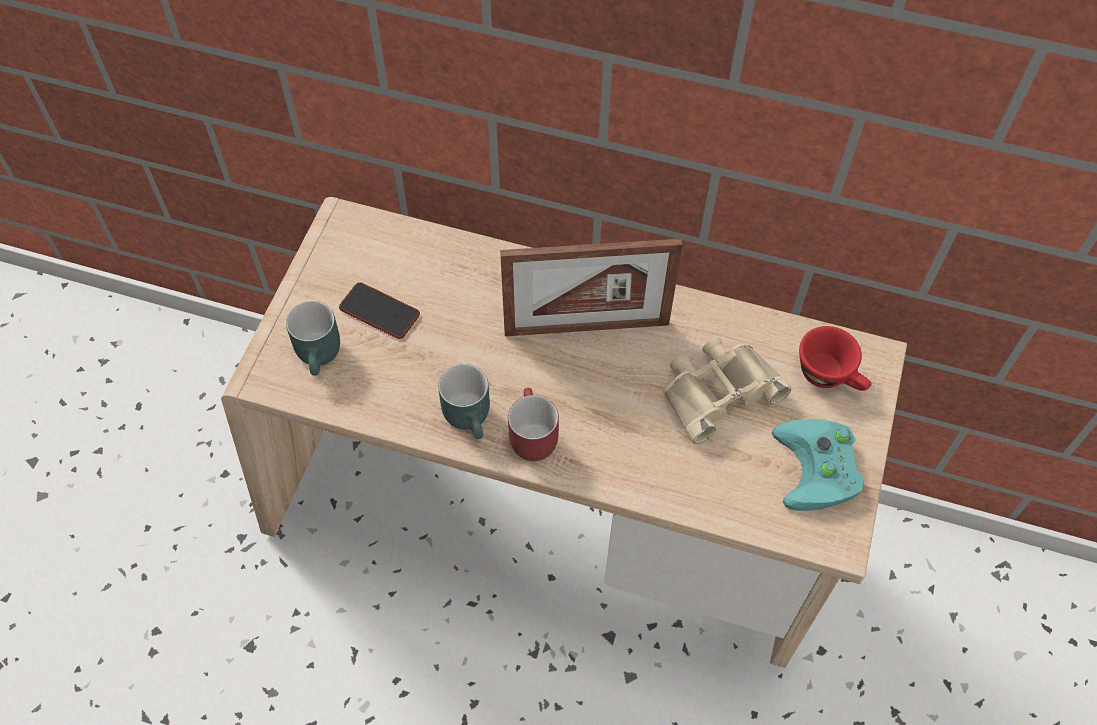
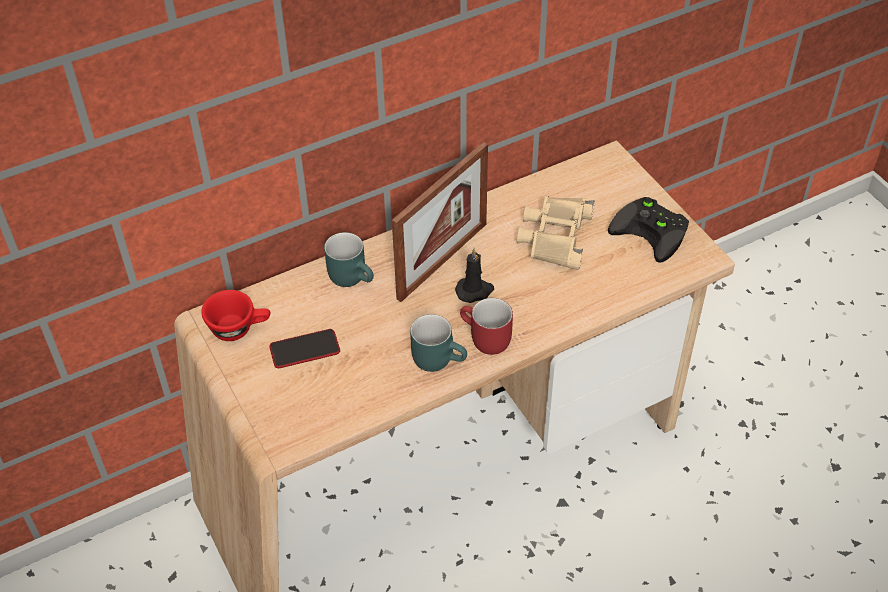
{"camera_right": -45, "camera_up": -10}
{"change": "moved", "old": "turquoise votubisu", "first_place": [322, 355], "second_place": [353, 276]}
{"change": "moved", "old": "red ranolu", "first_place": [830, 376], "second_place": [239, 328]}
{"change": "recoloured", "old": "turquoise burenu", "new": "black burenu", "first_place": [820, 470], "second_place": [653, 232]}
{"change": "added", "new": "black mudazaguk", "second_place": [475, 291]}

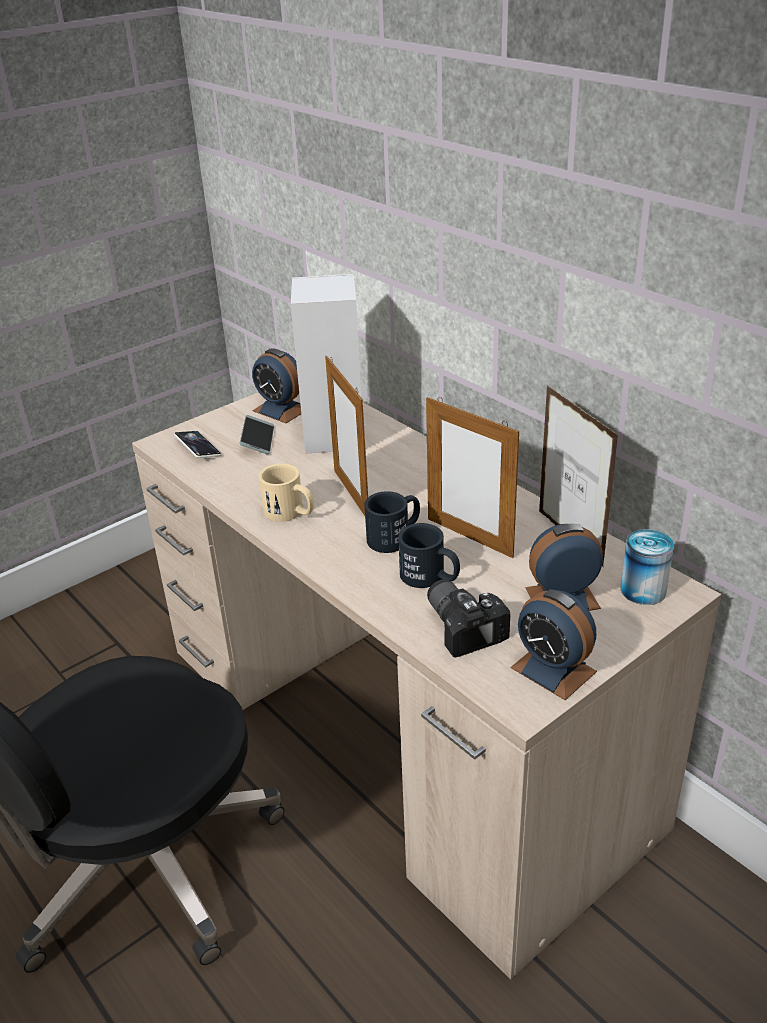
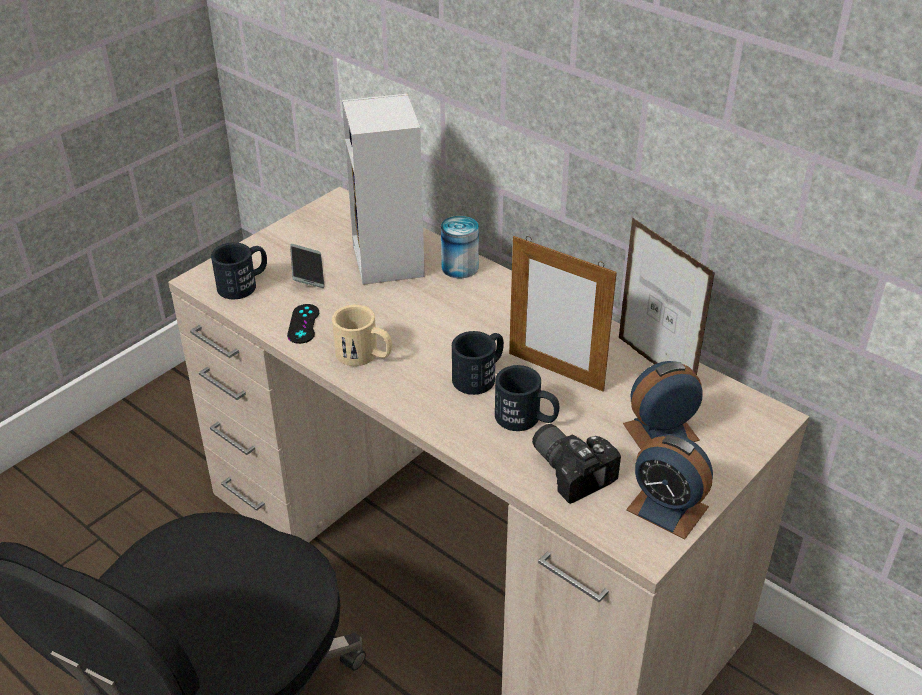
{"camera_right": -10, "camera_up": 5}
{"change": "removed", "old": "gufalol", "first_place": [281, 409]}
{"change": "removed", "old": "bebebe", "first_place": [351, 494]}
{"change": "replaced", "old": "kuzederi", "new": "black votubisu", "first_place": [198, 448], "second_place": [244, 284]}
{"change": "moved", "old": "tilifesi", "first_place": [643, 590], "second_place": [459, 267]}
{"change": "added", "new": "black burenu", "second_place": [303, 324]}

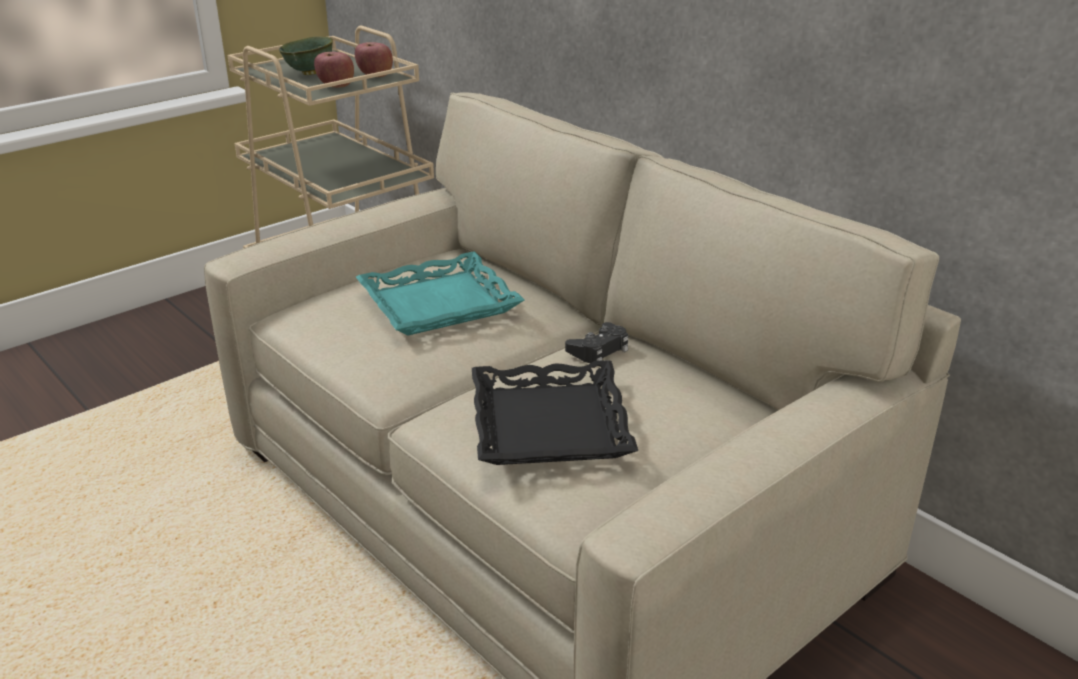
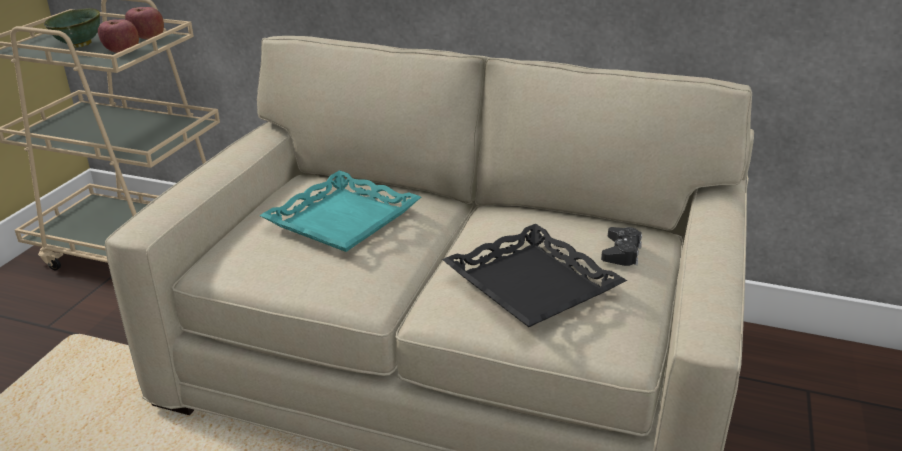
{"camera_right": -30, "camera_up": 0}
{"change": "moved", "old": "black burenu", "first_place": [599, 350], "second_place": [621, 252]}

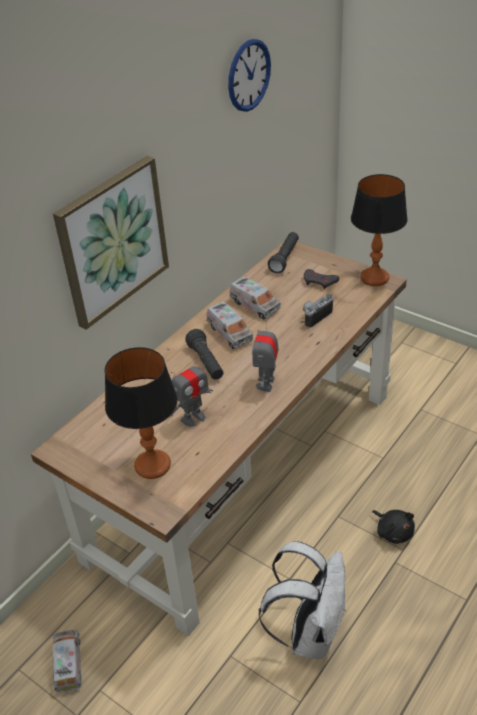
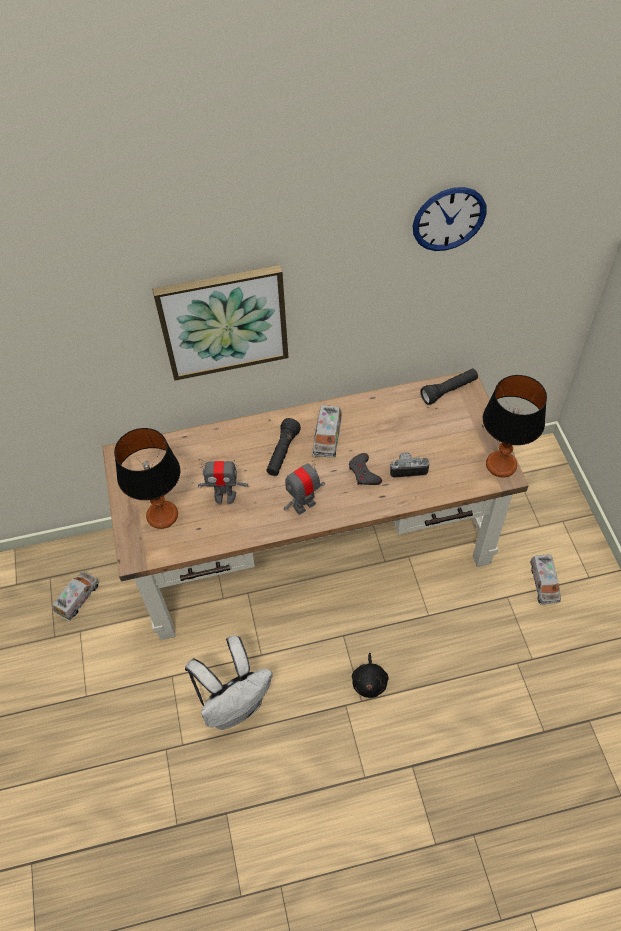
{"camera_right": 40, "camera_up": 15}
{"change": "moved", "old": "grey burenu", "first_place": [319, 281], "second_place": [364, 473]}
{"change": "moved", "old": "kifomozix", "first_place": [255, 305], "second_place": [544, 583]}

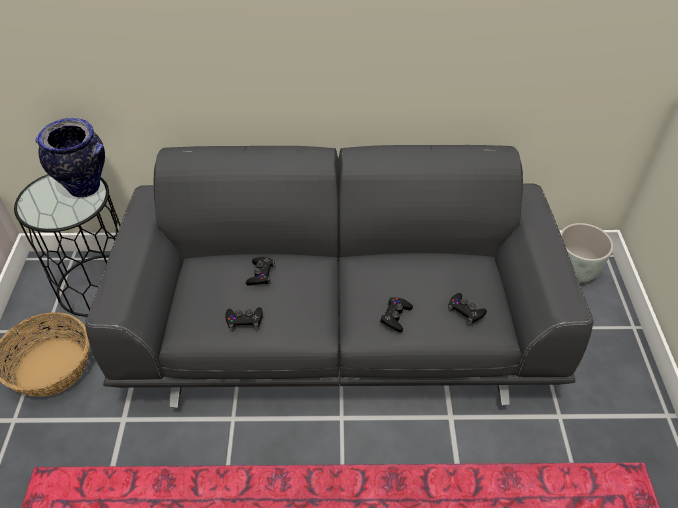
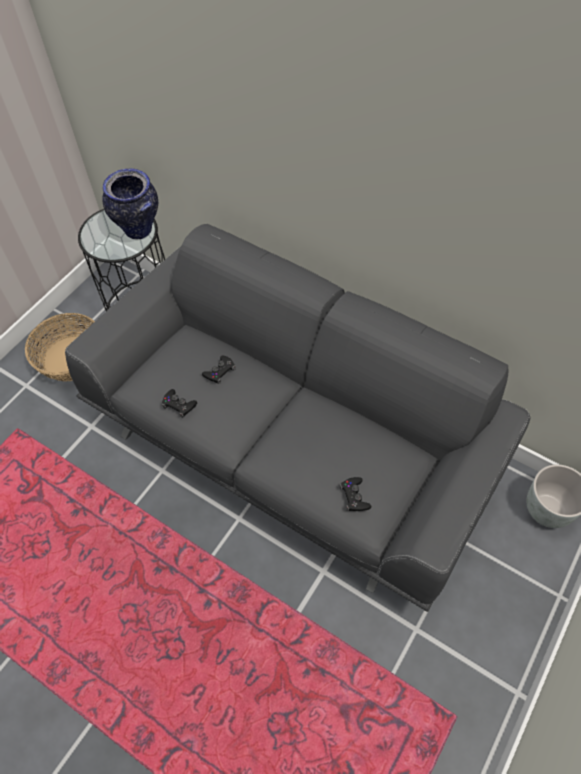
{"camera_right": 35, "camera_up": 10}
{"change": "removed", "old": "black burenu", "first_place": [395, 316]}

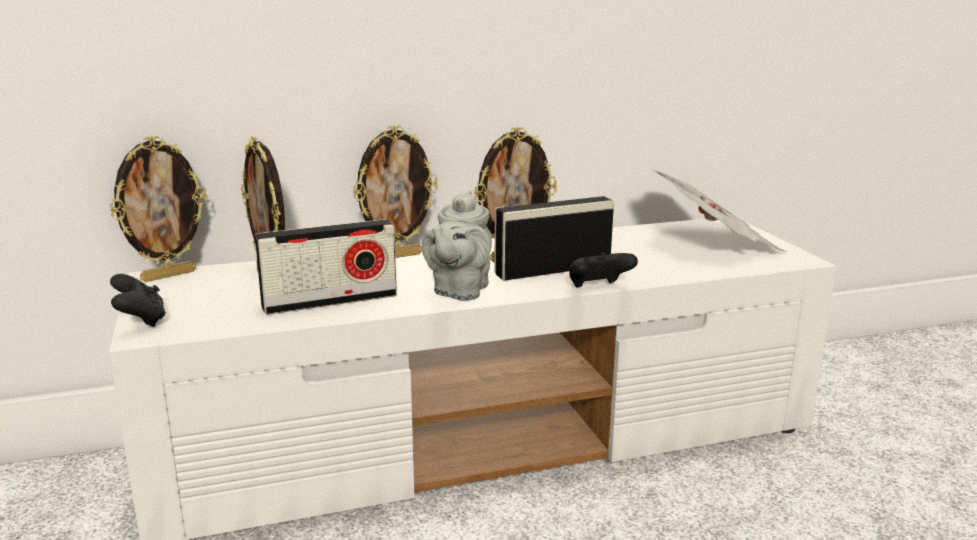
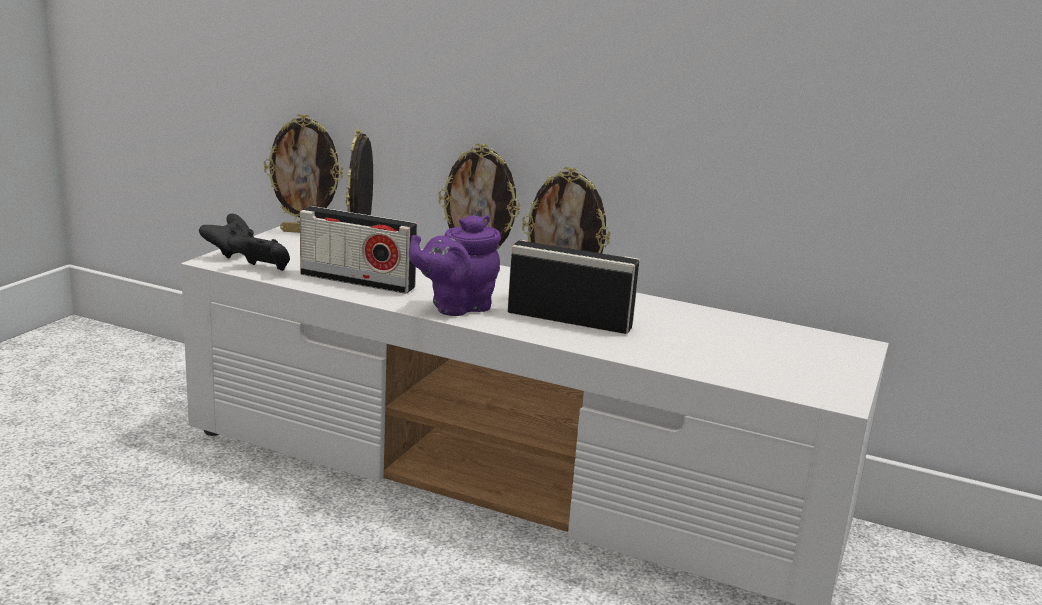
{"camera_right": 40, "camera_up": 0}
{"change": "removed", "old": "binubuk", "first_place": [715, 245]}
{"change": "recoloured", "old": "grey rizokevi", "new": "purple rizokevi", "first_place": [459, 291], "second_place": [456, 307]}
{"change": "moved", "old": "black burenu", "first_place": [598, 288], "second_place": [262, 270]}

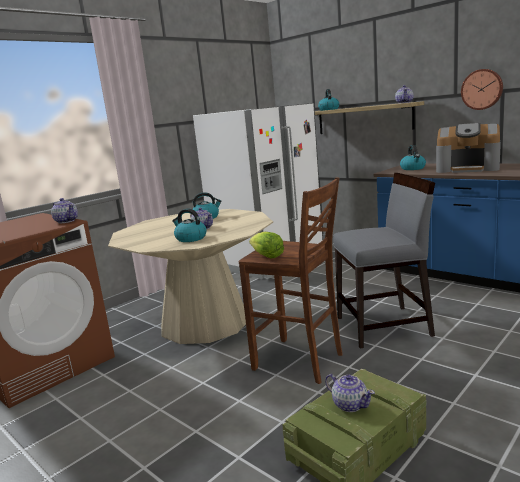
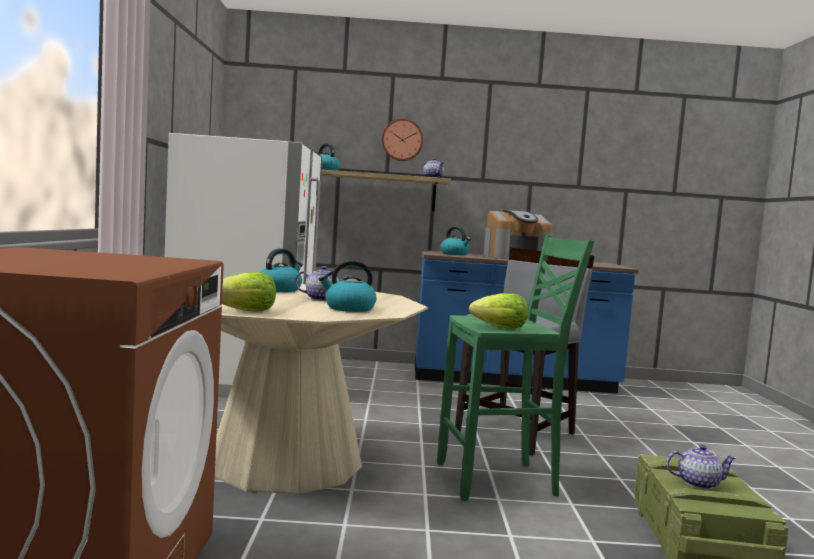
{"camera_right": -45, "camera_up": -10}
{"change": "moved", "old": "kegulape", "first_place": [482, 89], "second_place": [402, 140]}
{"change": "recoloured", "old": "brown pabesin", "new": "green pabesin", "first_place": [300, 362], "second_place": [499, 480]}
{"change": "removed", "old": "rizokevi", "first_place": [66, 221]}
{"change": "added", "new": "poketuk", "second_place": [246, 311]}

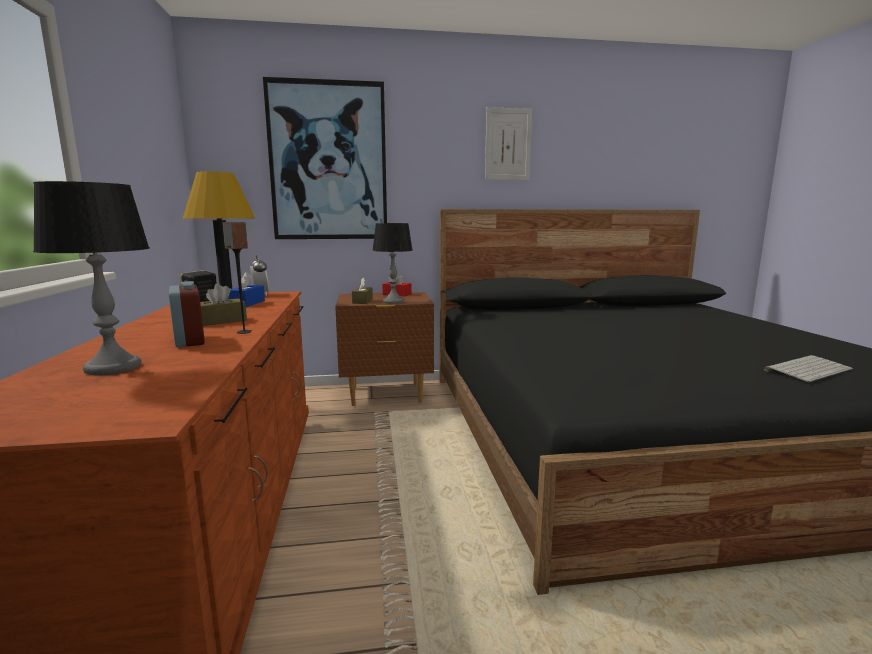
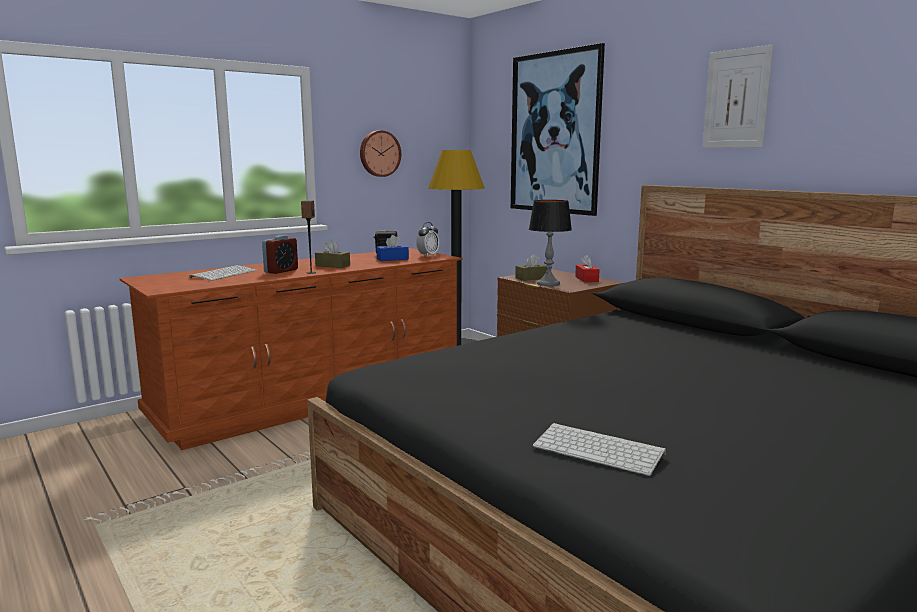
{"camera_right": 60, "camera_up": 0}
{"change": "replaced", "old": "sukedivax", "new": "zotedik", "first_place": [113, 367], "second_place": [224, 274]}
{"change": "added", "new": "kegulape", "second_place": [379, 153]}

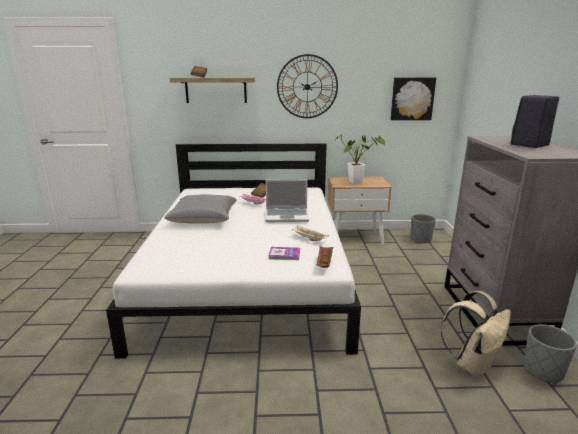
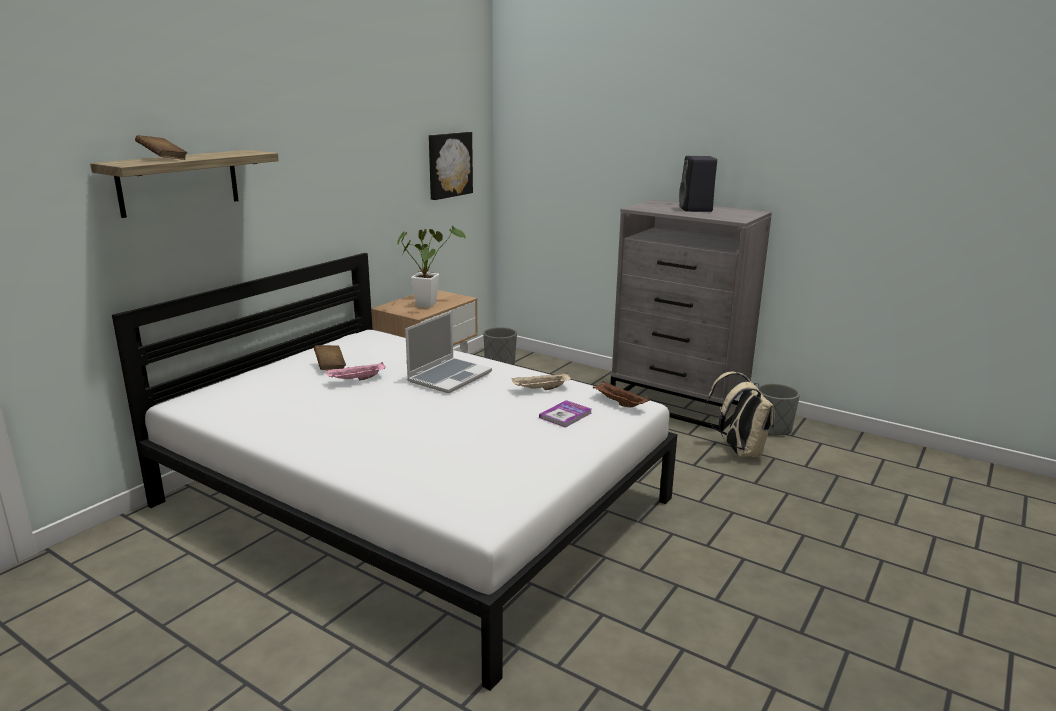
{"camera_right": -55, "camera_up": 0}
{"change": "removed", "old": "kegulape", "first_place": [307, 87]}
{"change": "removed", "old": "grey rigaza", "first_place": [203, 218]}

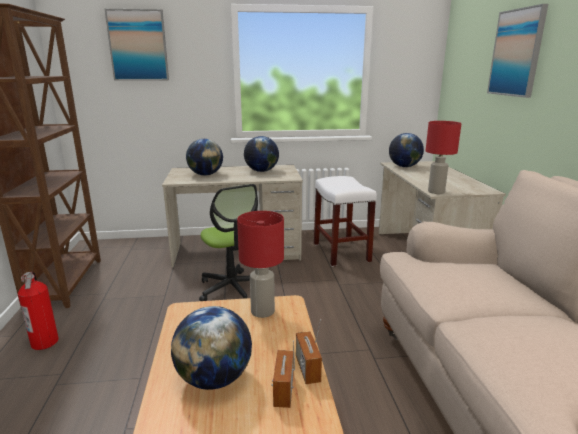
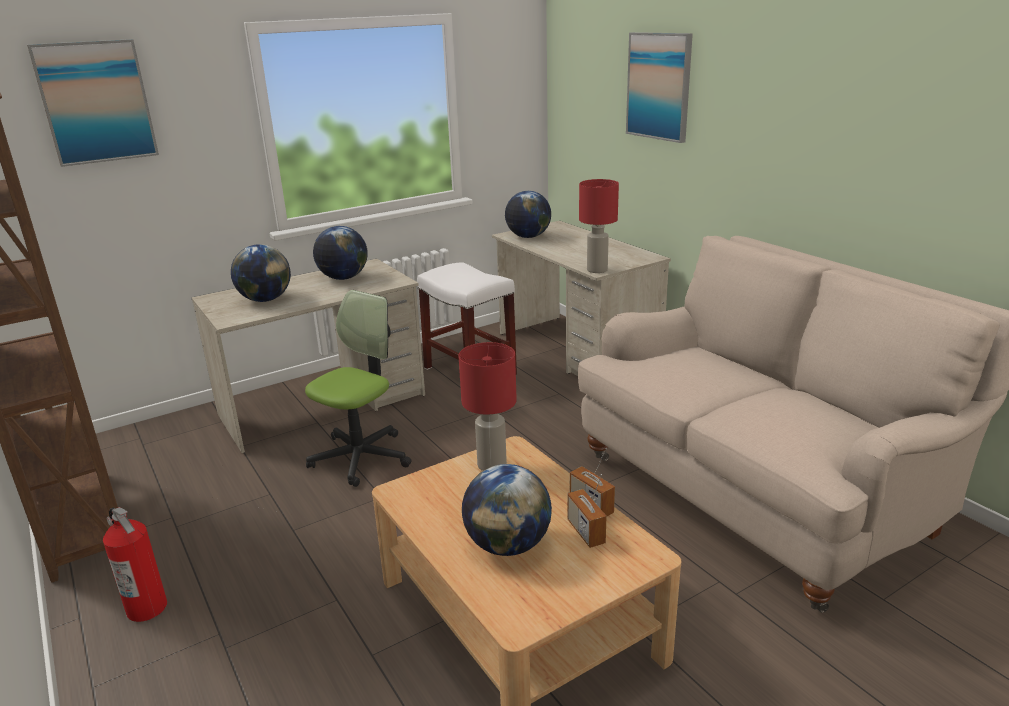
{"camera_right": -25, "camera_up": 5}
{"change": "turned", "old": "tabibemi", "first_place": [232, 288], "second_place": [361, 457], "degrees": -90}

